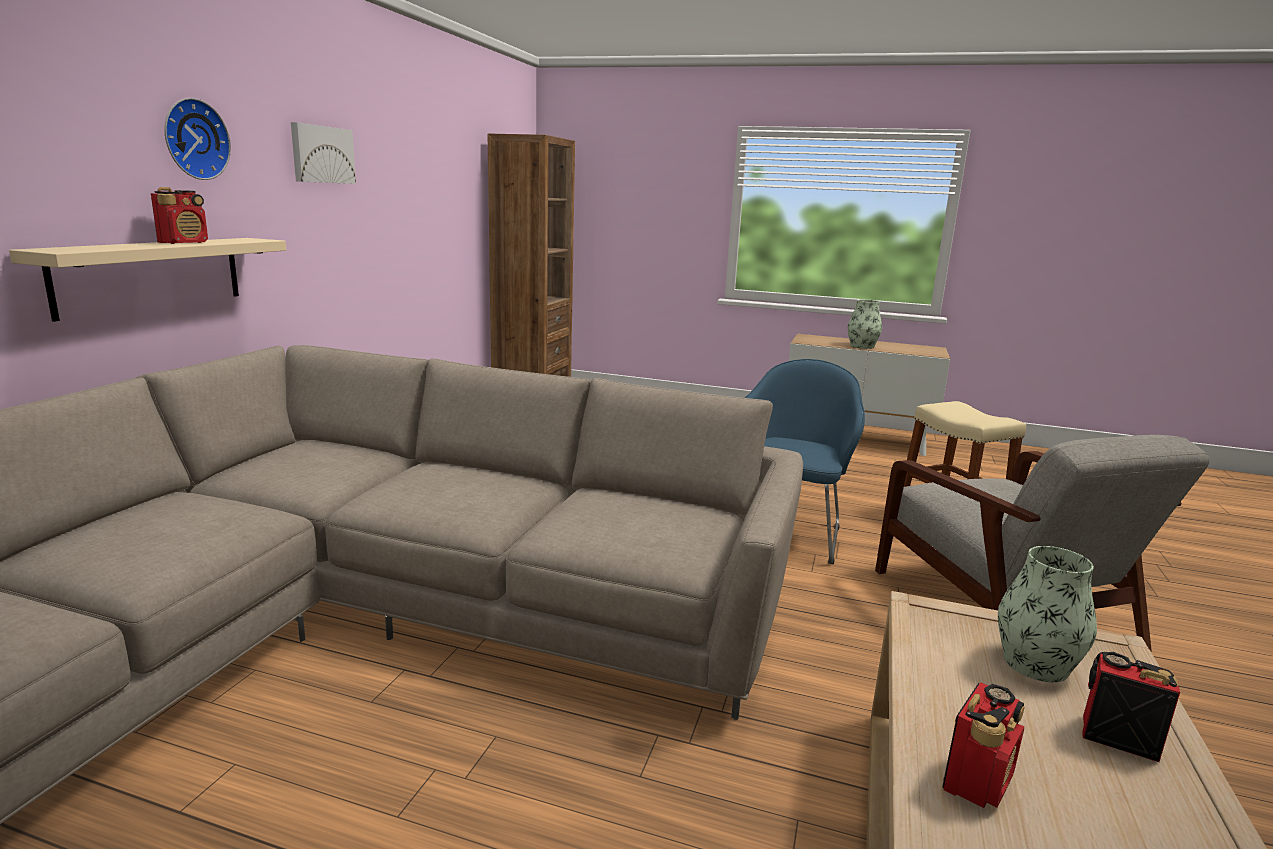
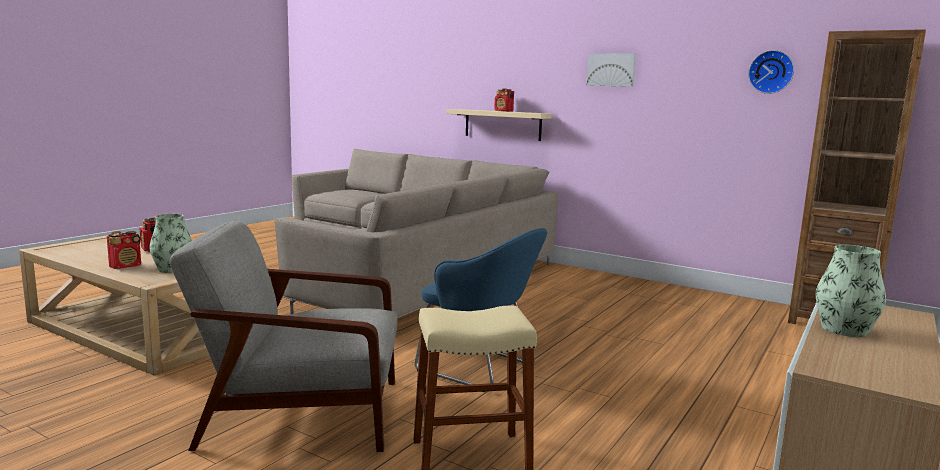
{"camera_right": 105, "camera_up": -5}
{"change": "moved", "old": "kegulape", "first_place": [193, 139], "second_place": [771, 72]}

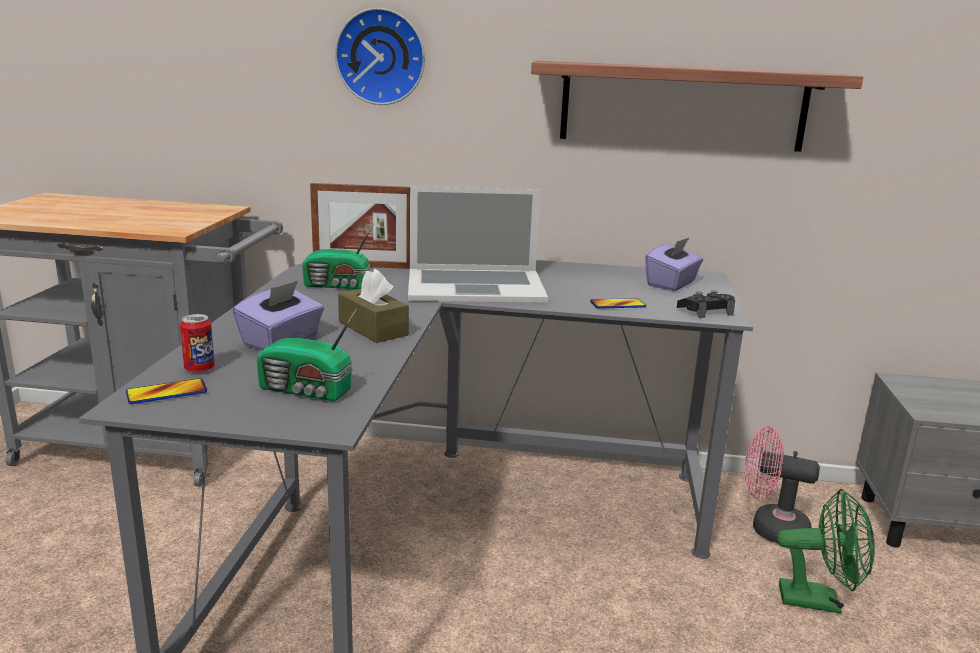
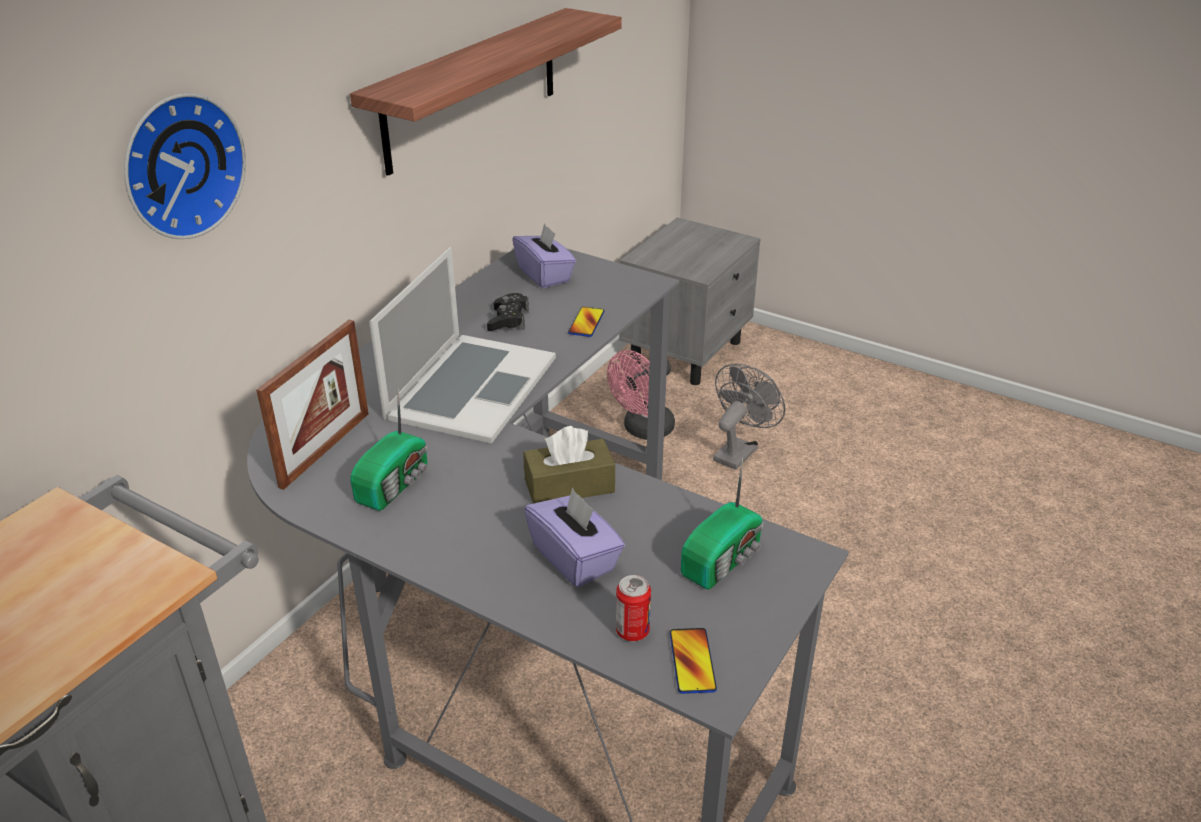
{"camera_right": -65, "camera_up": 15}
{"change": "moved", "old": "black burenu", "first_place": [706, 311], "second_place": [508, 320]}
{"change": "recoloured", "old": "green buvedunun", "new": "grey buvedunun", "first_place": [819, 600], "second_place": [739, 451]}

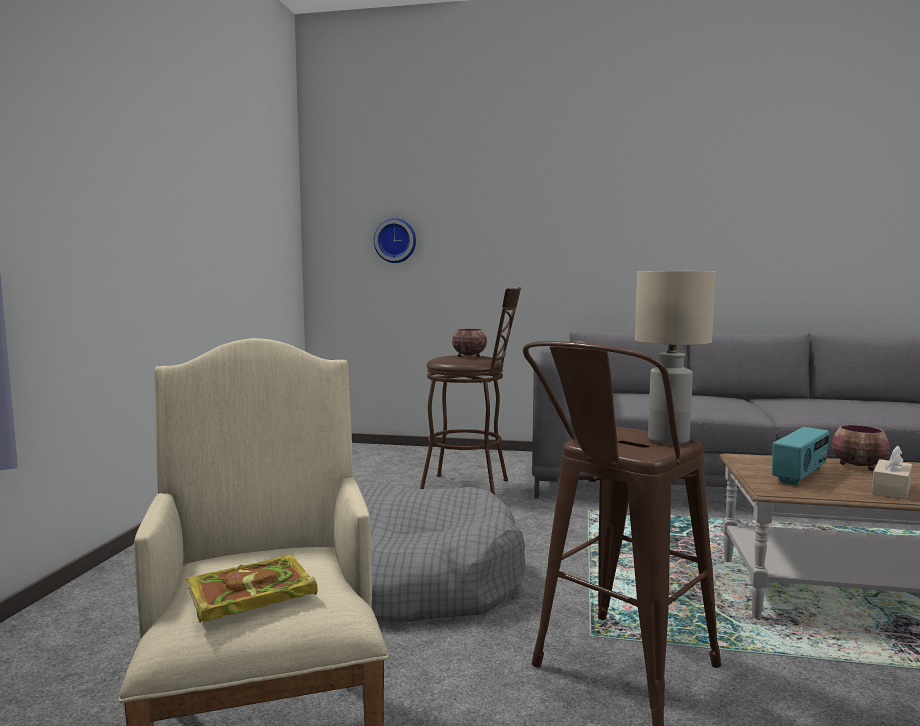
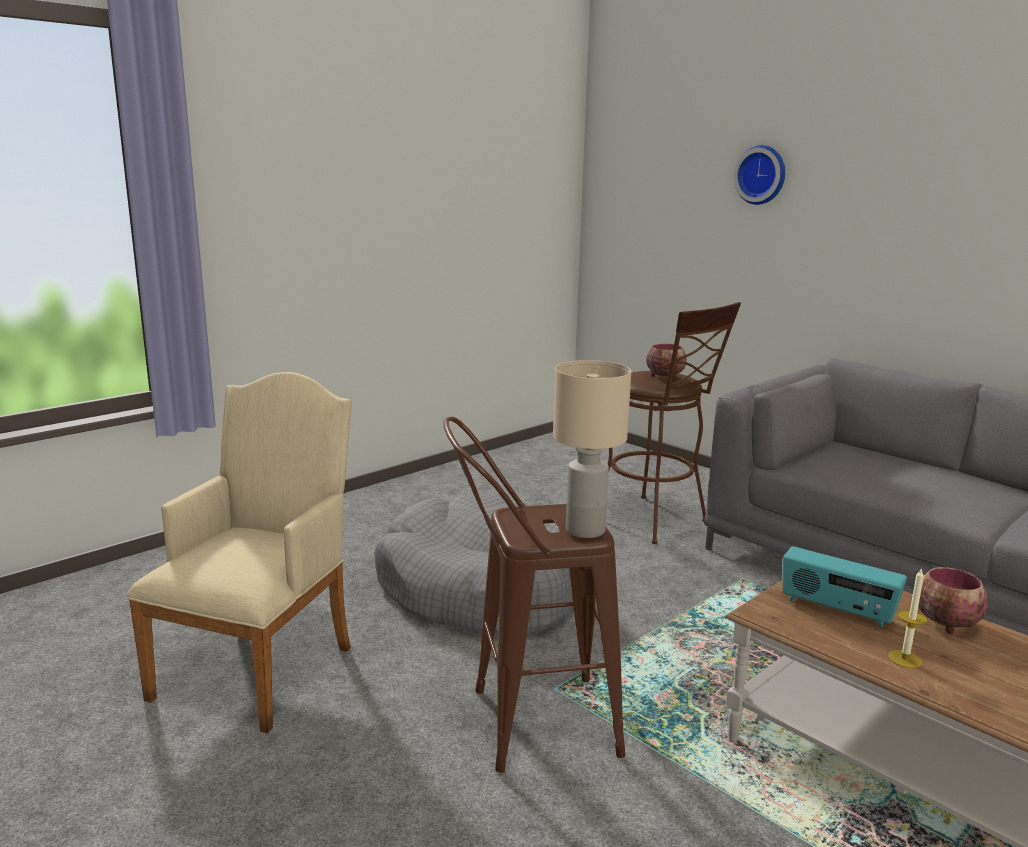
{"camera_right": 35, "camera_up": 10}
{"change": "moved", "old": "kegulape", "first_place": [396, 240], "second_place": [761, 175]}
{"change": "turned", "old": "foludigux", "first_place": [800, 475], "second_place": [836, 610], "degrees": 45}
{"change": "replaced", "old": "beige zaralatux", "new": "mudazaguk", "first_place": [891, 490], "second_place": [905, 659]}
{"change": "removed", "old": "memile", "first_place": [248, 595]}

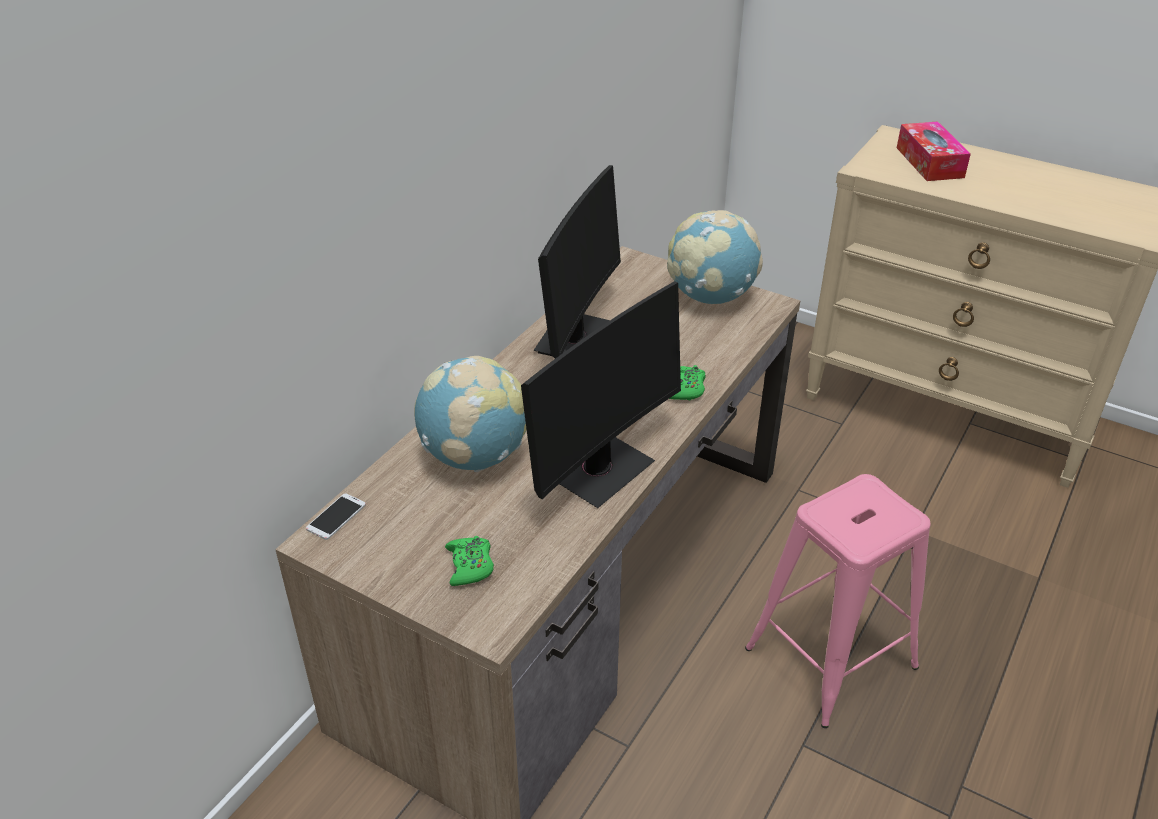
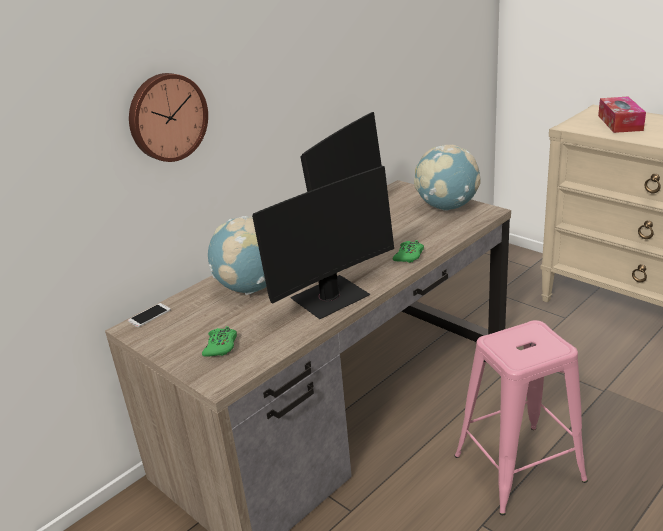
{"camera_right": 15, "camera_up": -10}
{"change": "added", "new": "kegulape", "second_place": [166, 117]}

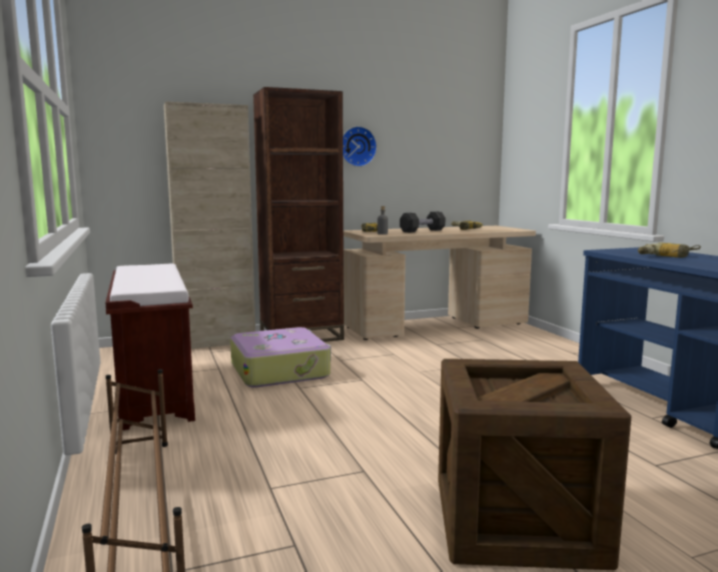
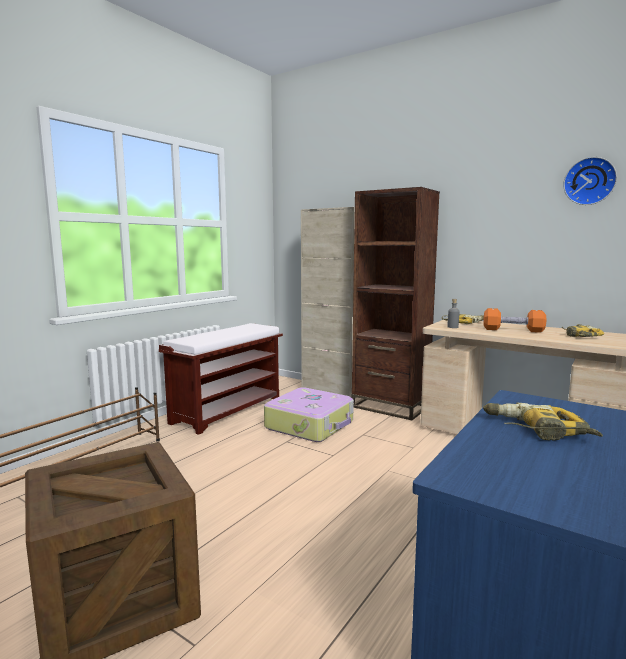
{"camera_right": 55, "camera_up": 0}
{"change": "moved", "old": "kegulape", "first_place": [357, 146], "second_place": [589, 181]}
{"change": "recoloured", "old": "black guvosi", "new": "orange guvosi", "first_place": [422, 231], "second_place": [513, 330]}

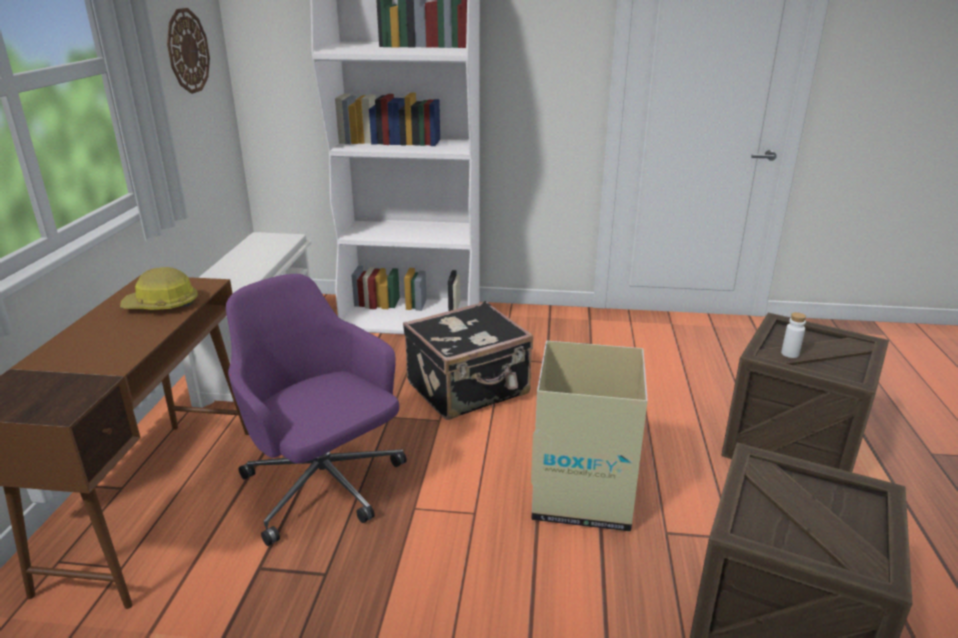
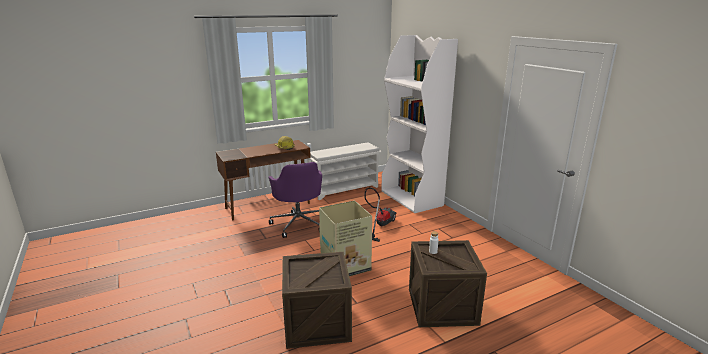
{"camera_right": 55, "camera_up": -5}
{"change": "removed", "old": "kegulape", "first_place": [187, 51]}
{"change": "turned", "old": "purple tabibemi", "first_place": [324, 487], "second_place": [299, 223], "degrees": 150}
{"change": "replaced", "old": "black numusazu", "new": "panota", "first_place": [469, 389], "second_place": [379, 225]}

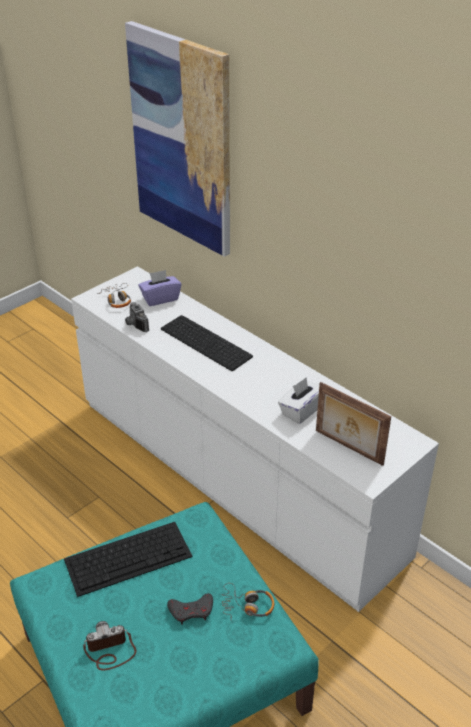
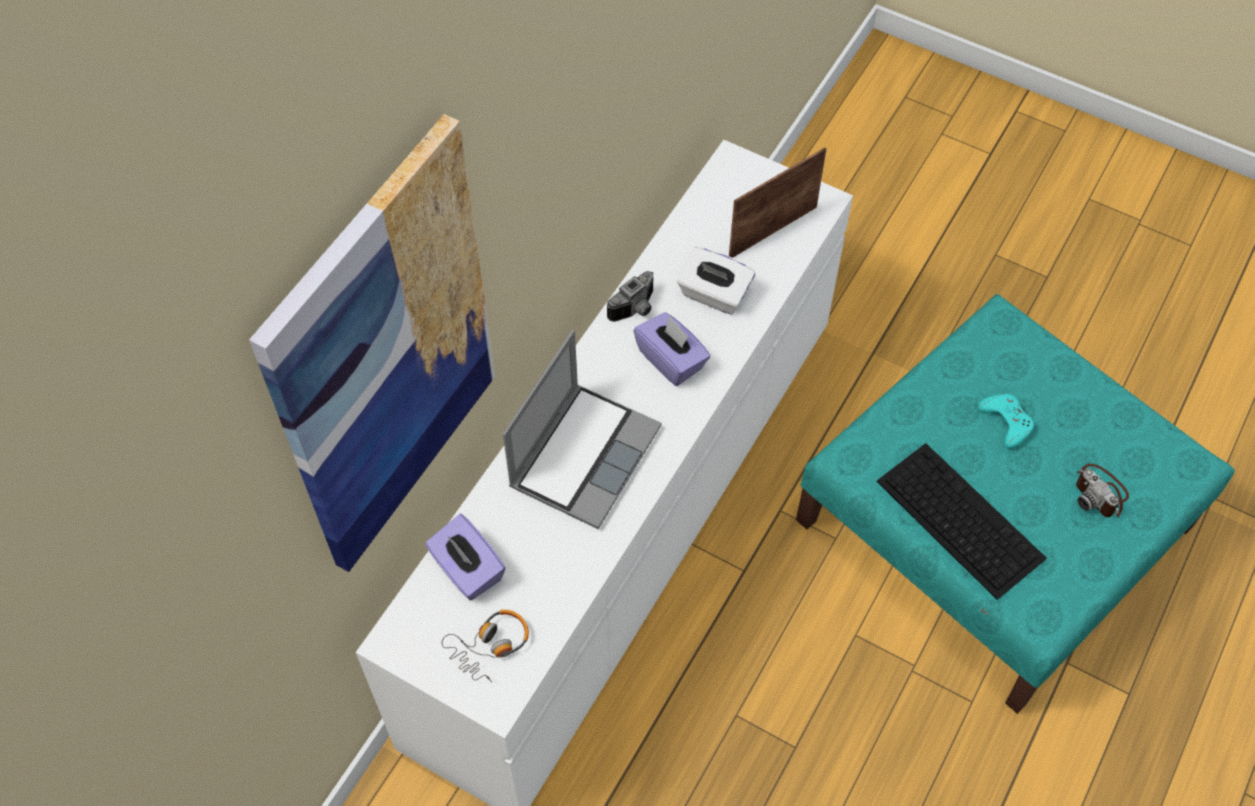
{"camera_right": -105, "camera_up": 20}
{"change": "moved", "old": "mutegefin", "first_place": [135, 325], "second_place": [636, 309]}
{"change": "replaced", "old": "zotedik", "new": "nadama", "first_place": [208, 342], "second_place": [584, 455]}
{"change": "turned", "old": "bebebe", "first_place": [348, 448], "second_place": [771, 231], "degrees": -150}
{"change": "removed", "old": "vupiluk", "first_place": [247, 606]}
{"change": "recoloured", "old": "grey burenu", "new": "turquoise burenu", "first_place": [191, 611], "second_place": [1006, 422]}
{"change": "added", "new": "purple zaralatux", "second_place": [671, 360]}

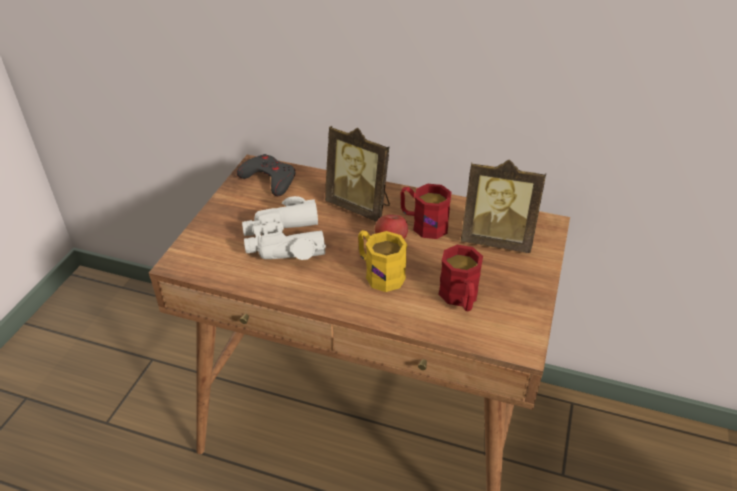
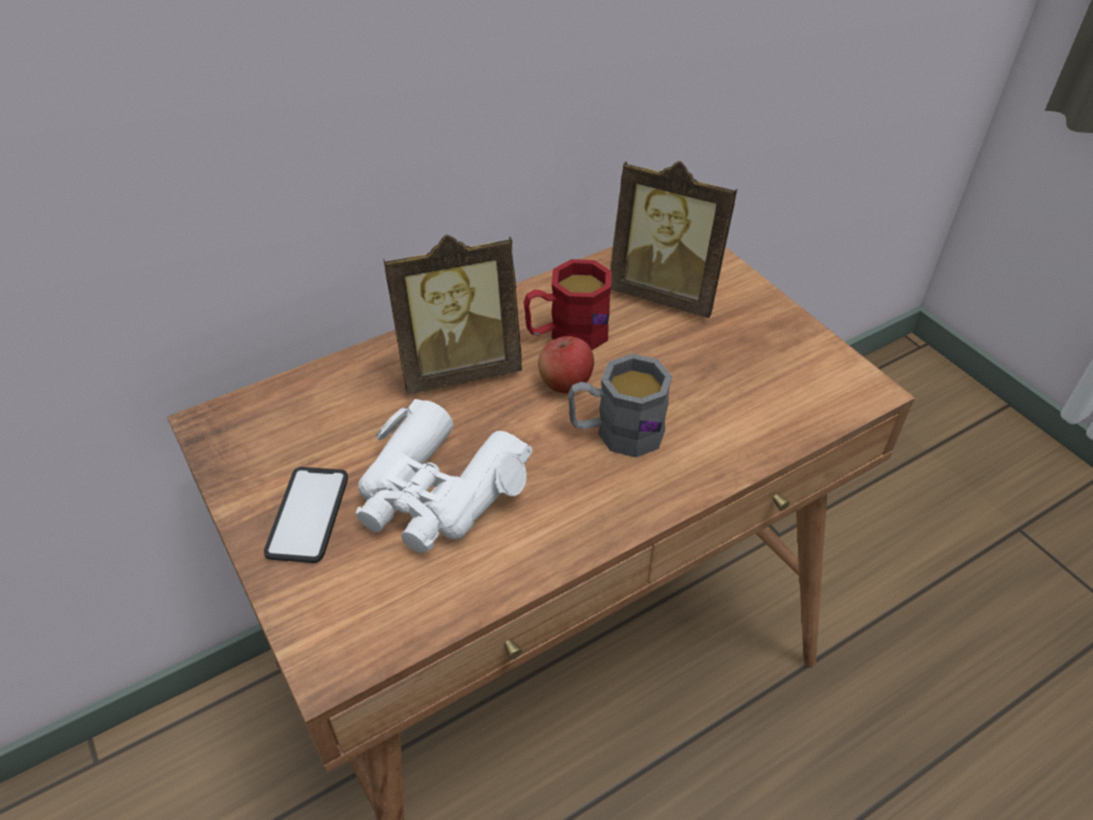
{"camera_right": -50, "camera_up": 5}
{"change": "removed", "old": "grey burenu", "first_place": [269, 179]}
{"change": "turned", "old": "bebebe", "first_place": [496, 240], "second_place": [666, 293], "degrees": 60}
{"change": "recoloured", "old": "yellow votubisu", "new": "grey votubisu", "first_place": [379, 273], "second_place": [616, 432]}
{"change": "removed", "old": "red votubisu", "first_place": [460, 298]}
{"change": "added", "new": "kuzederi", "second_place": [308, 515]}

